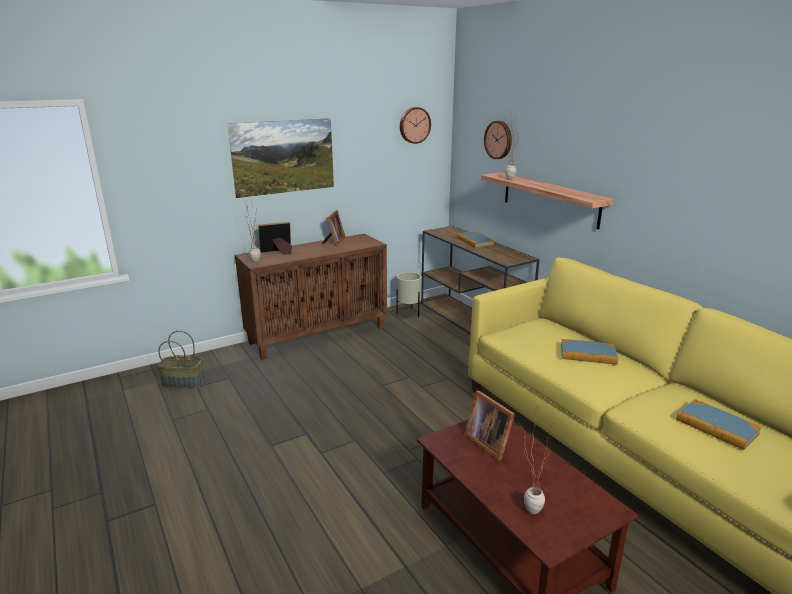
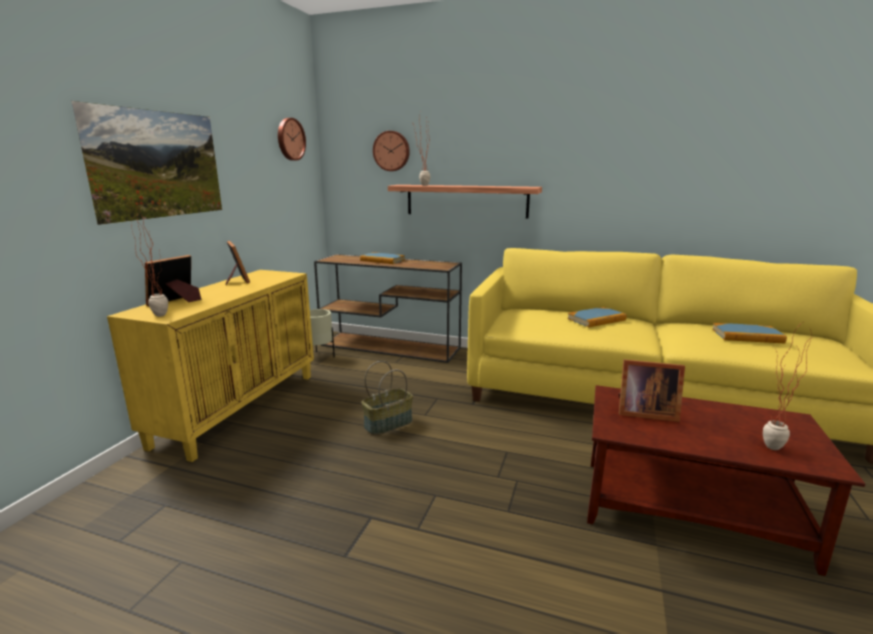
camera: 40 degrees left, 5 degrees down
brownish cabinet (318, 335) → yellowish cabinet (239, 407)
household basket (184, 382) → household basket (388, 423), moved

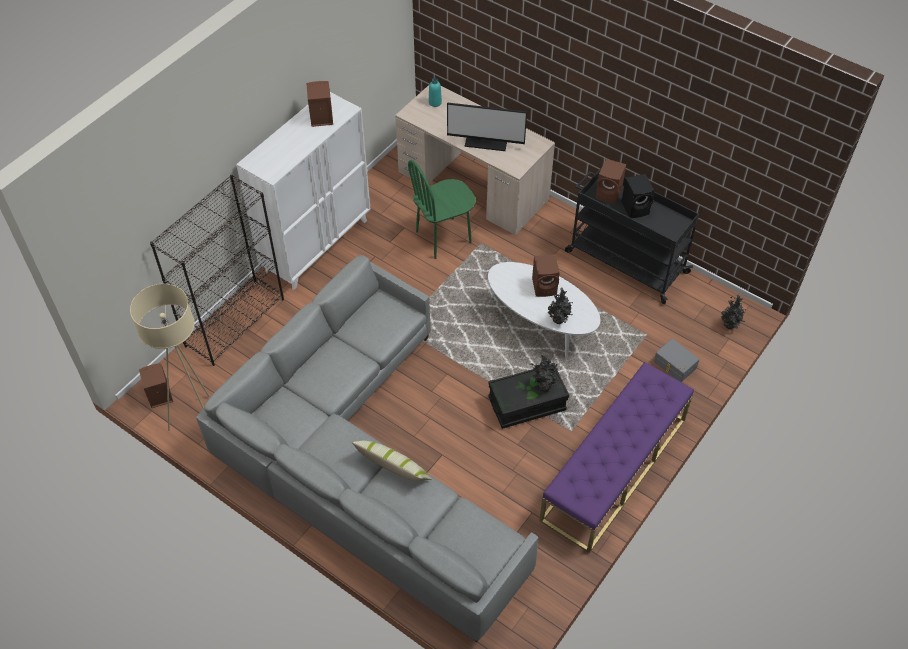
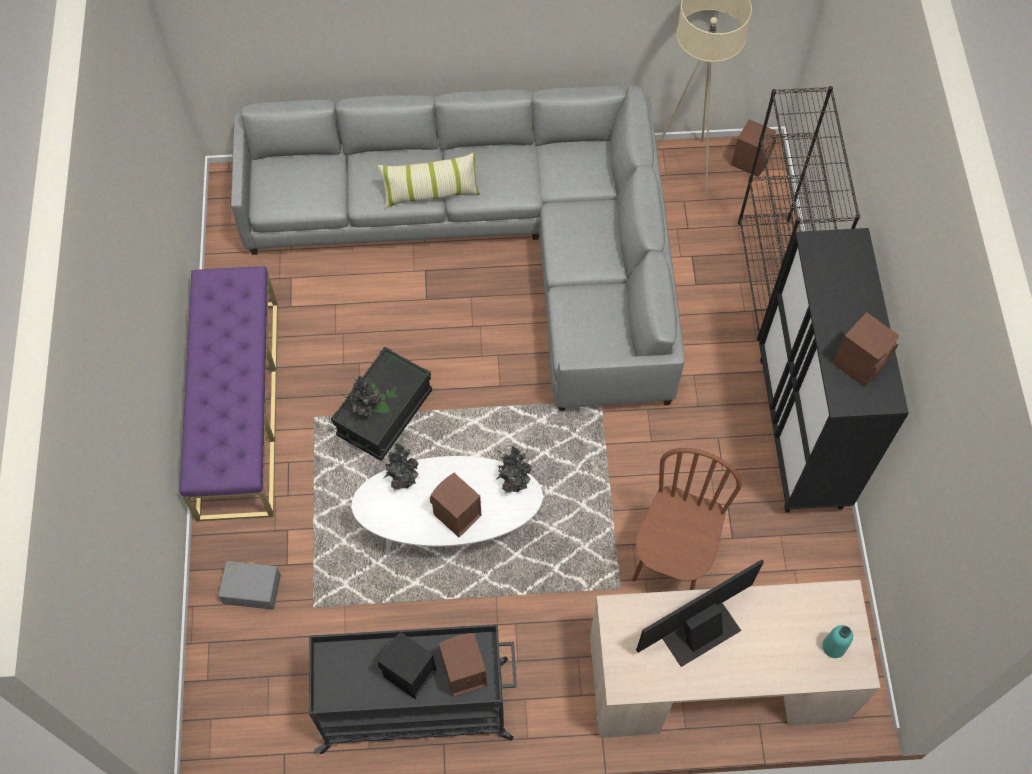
camera: 140 degrees right, 10 degrees up
whitish cabinet (317, 245) → black-coloured cabinet (800, 432)
green upright chair (443, 237) → brownish upright chair (672, 561)
plant in a pot (730, 326) → plant in a pot (513, 484), moved

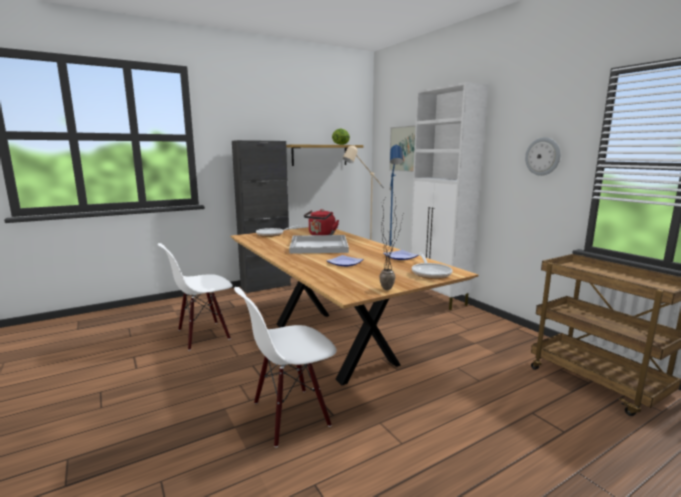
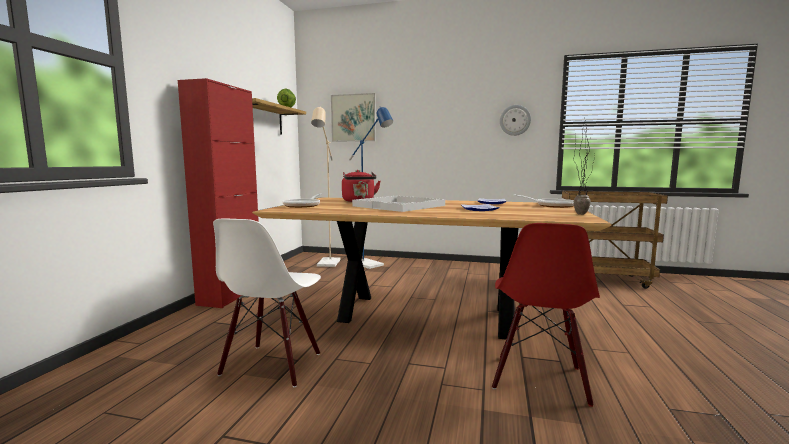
camera: 45 degrees left, 5 degrees down
whitish cabinet (438, 299) → -
black-coloured cabinet (265, 286) → red-coloured cabinet (231, 295)
whitish upright chair (290, 415) → red-coloured upright chair (539, 379)

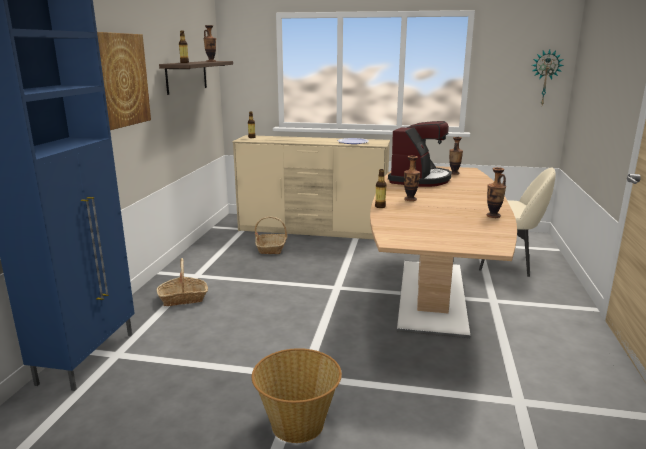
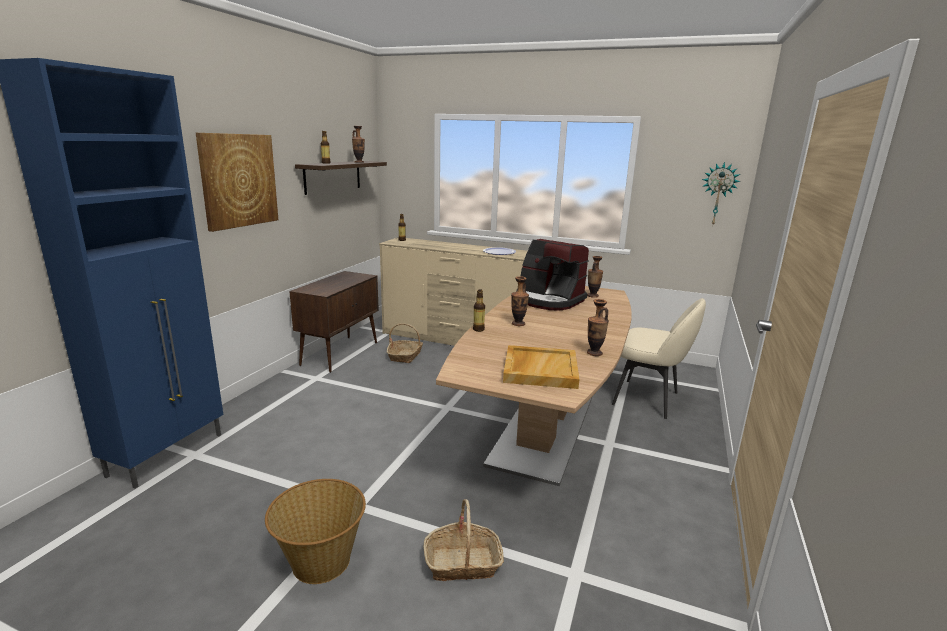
camera: 10 degrees right, 0 degrees up
coffee machine (420, 179) → coffee machine (548, 300), 90 degrees clockwise
household basket (183, 298) → household basket (463, 563), moved
- → brownish cabinet (340, 353)
- → beige carrying tray (539, 369)

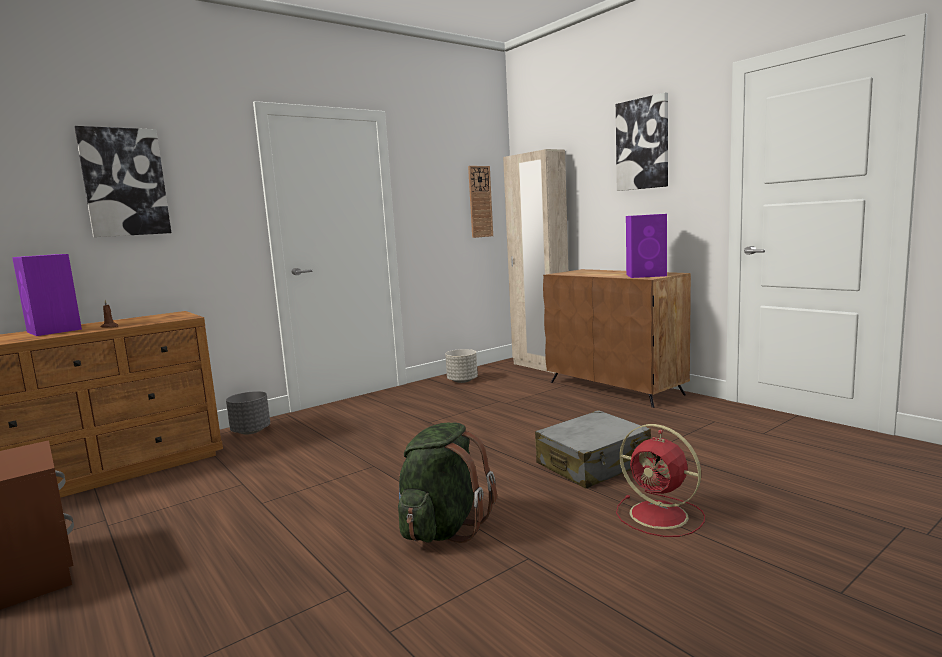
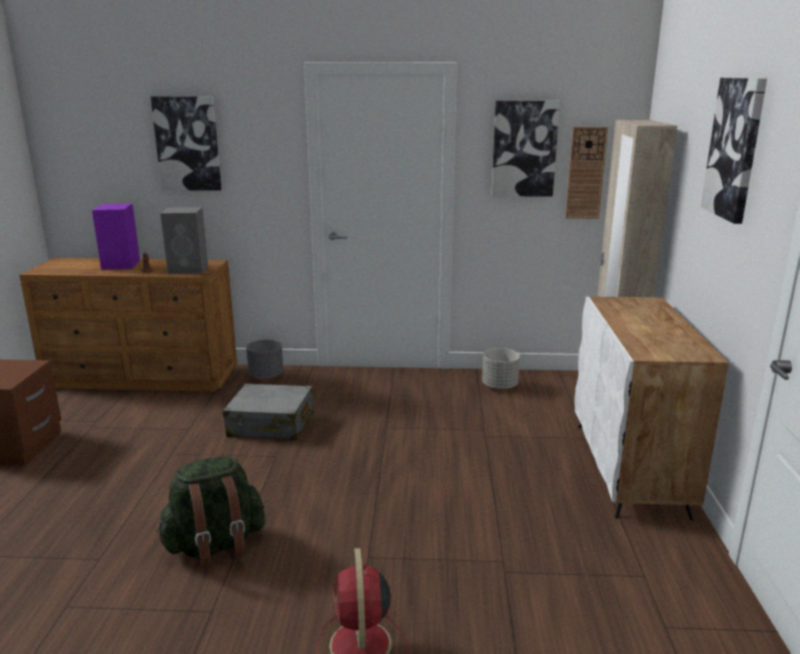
camera: 40 degrees right, 10 degrees up
purple speaker (647, 275) → -
brownish cabinet (615, 388) → whitish cabinet (630, 468)
gray travel case (593, 464) → gray travel case (271, 425), moved
- → picture (524, 149)
- → gray speaker (189, 269)

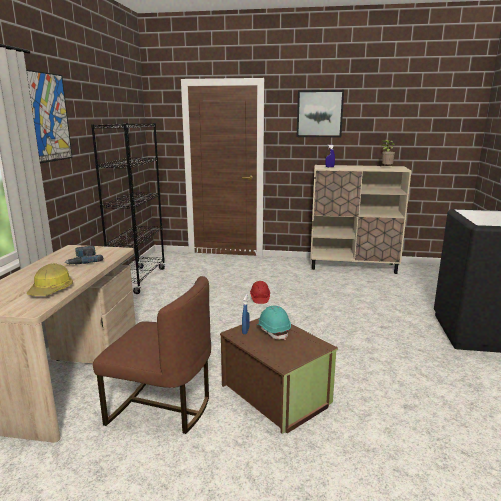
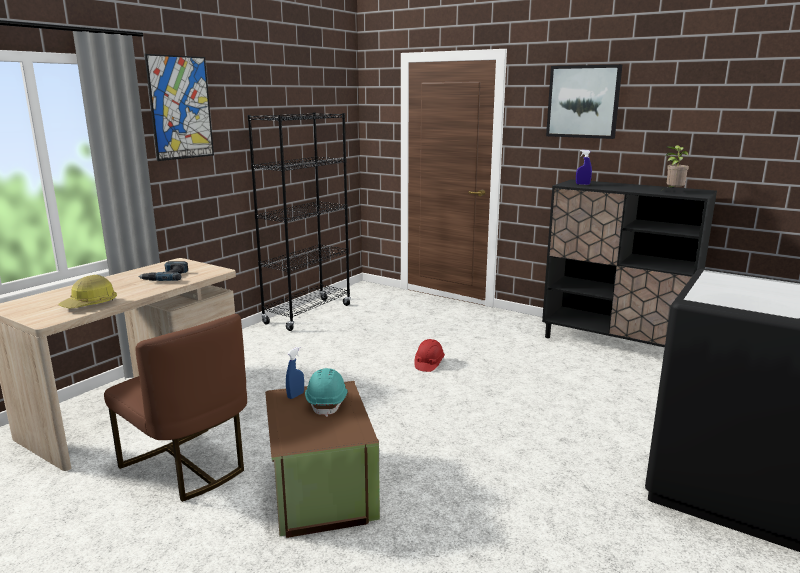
camera: 25 degrees right, 0 degrees up
beige cabinet (353, 266) → black-coloured cabinet (615, 343)

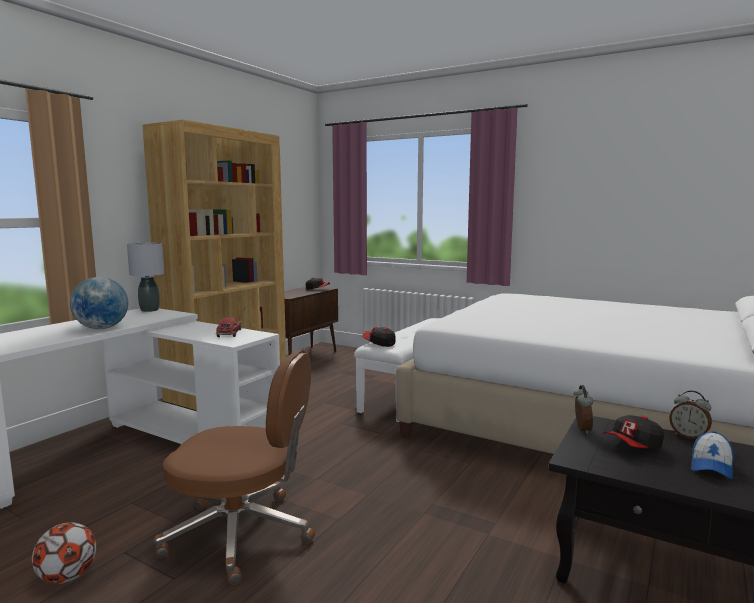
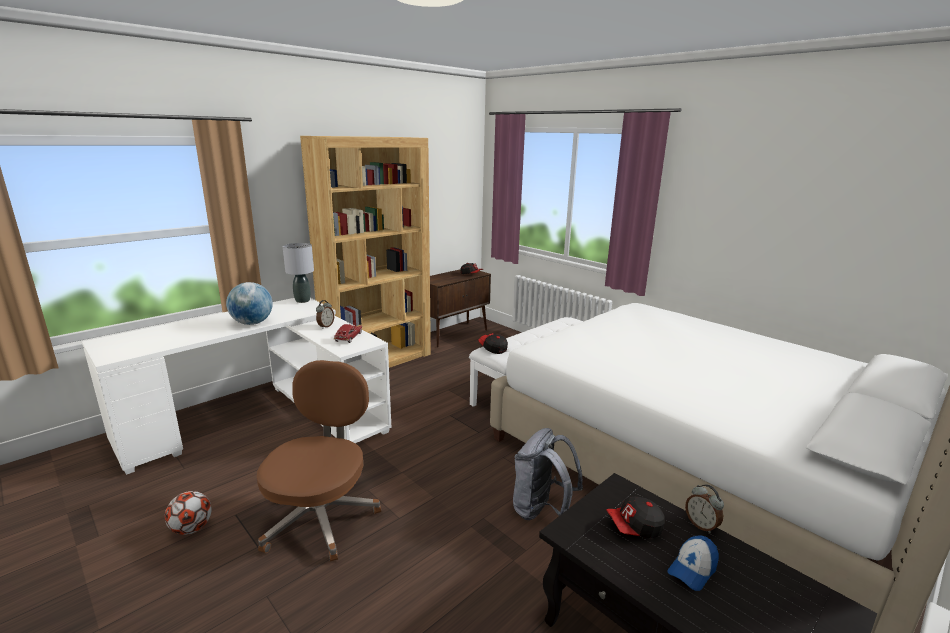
camera: 15 degrees right, 10 degrees up
brownish desk chair (242, 534) → brownish desk chair (321, 516), 105 degrees counterclockwise
alarm clock (581, 429) → alarm clock (325, 326), moved
- → gray knapsack (541, 510)

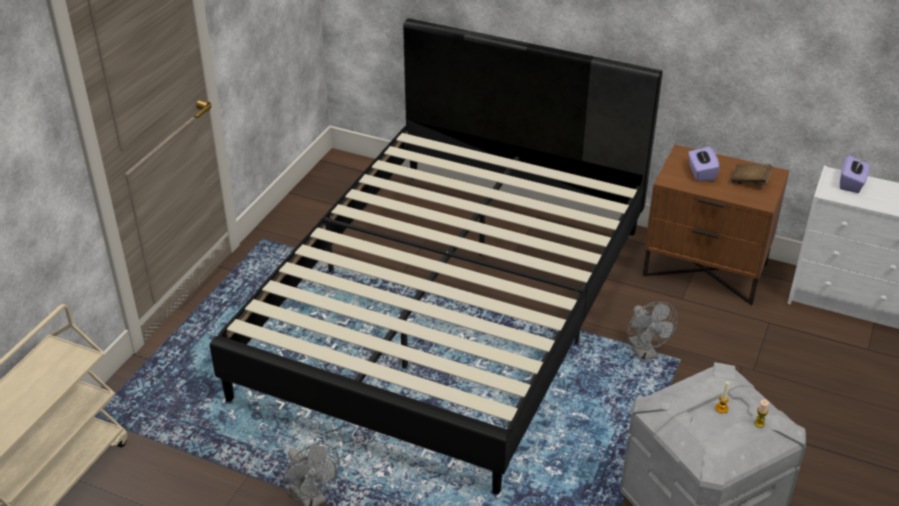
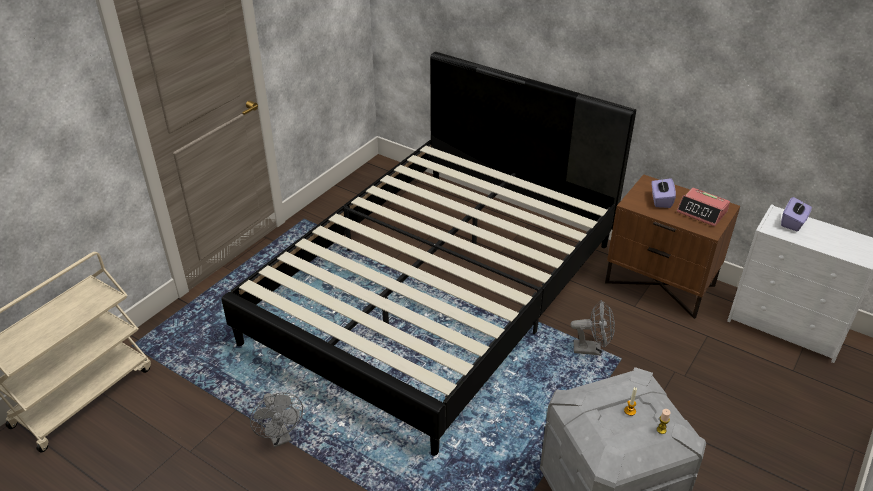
camera: 10 degrees right, 0 degrees up
brownish bound book (749, 182) → alarm clock (702, 212)
gray electric fan (645, 353) → gray electric fan (592, 349), 75 degrees counterclockwise

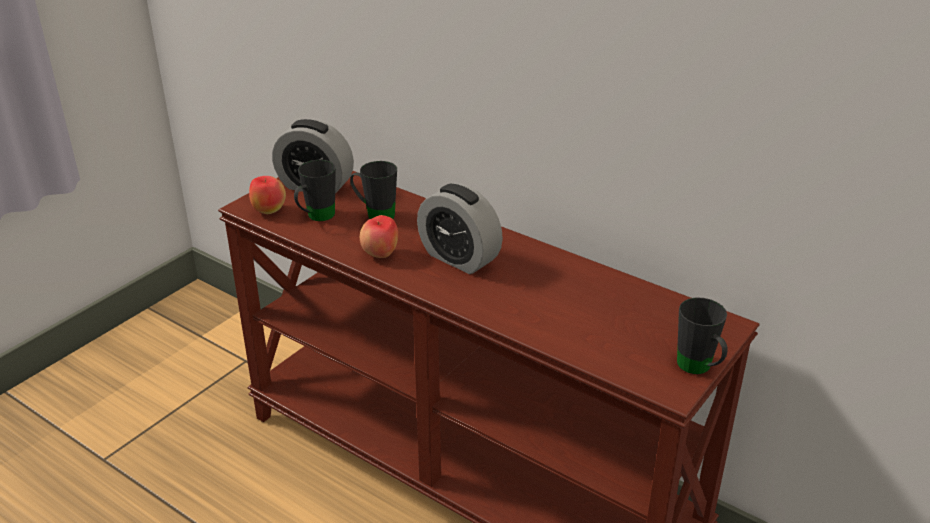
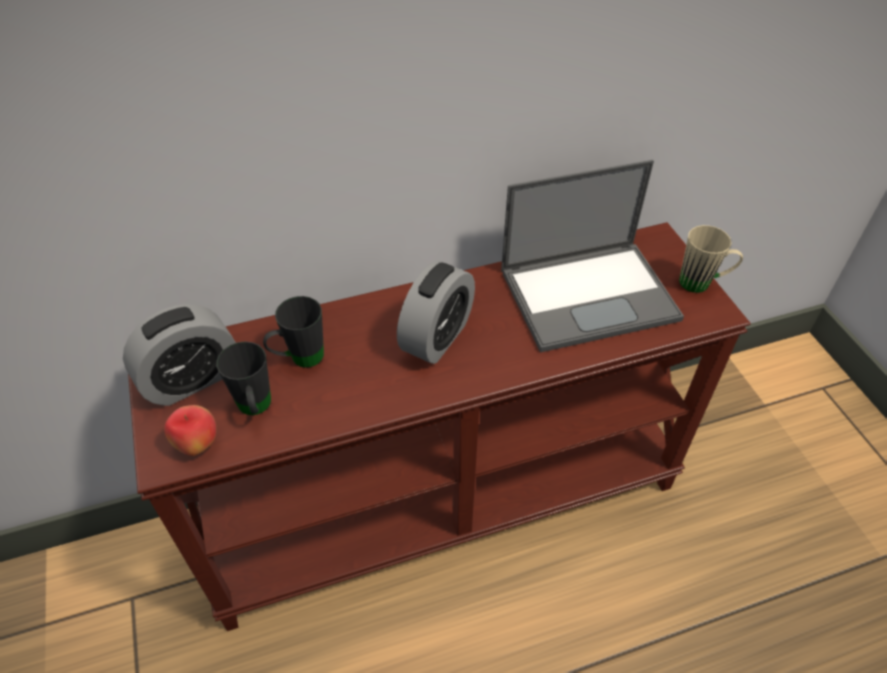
camera: 55 degrees left, 15 degrees up
alarm clock (459, 258) → alarm clock (437, 337), 45 degrees counterclockwise
whole apple (380, 255) → -
black-coloured coffee mug (699, 369) → beige coffee mug (702, 283)
- → notebook computer (590, 294)

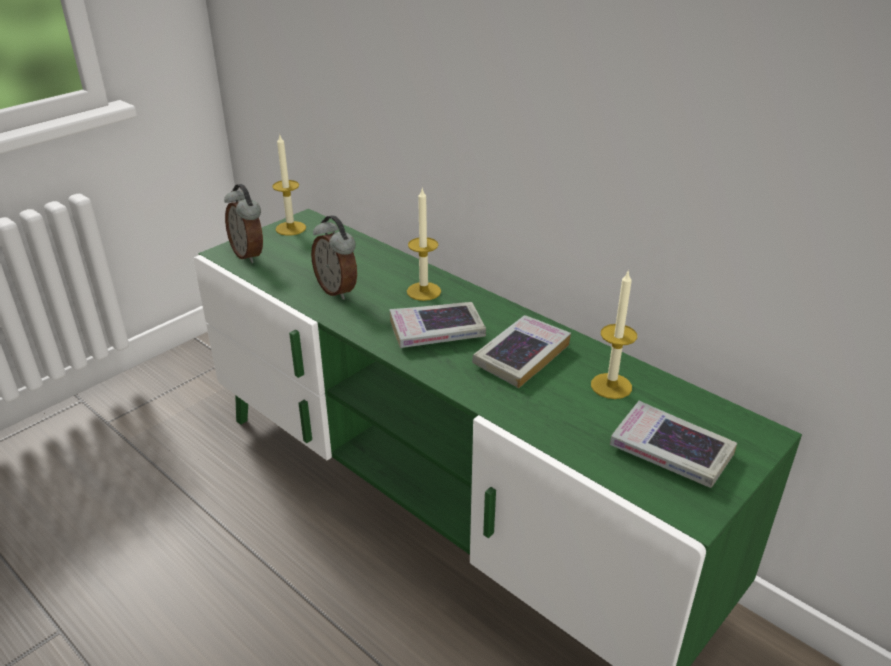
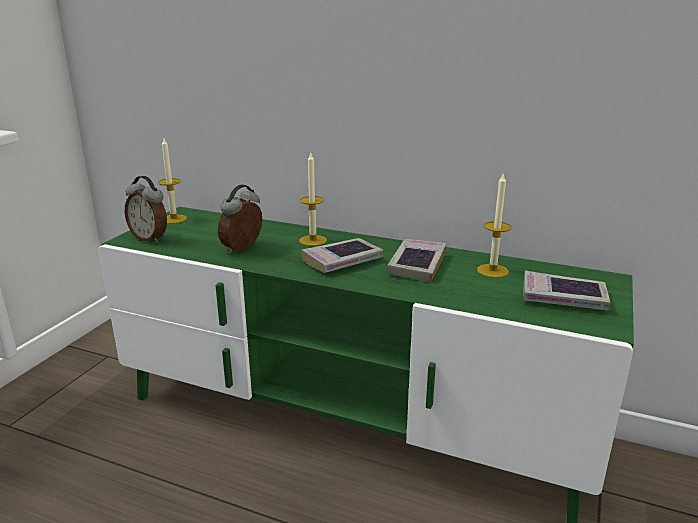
camera: 20 degrees left, 10 degrees down
alarm clock (338, 290) → alarm clock (243, 249), 90 degrees clockwise

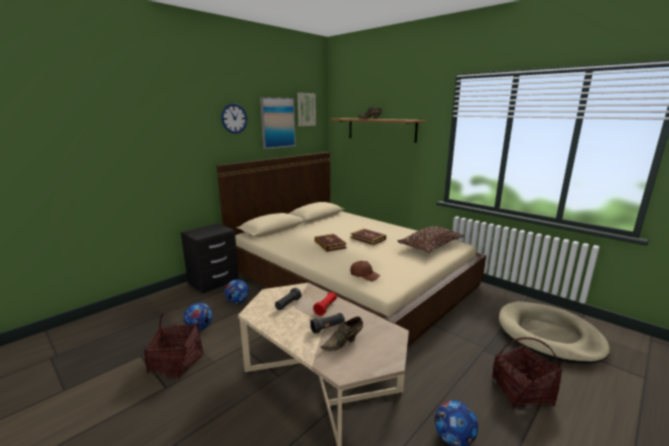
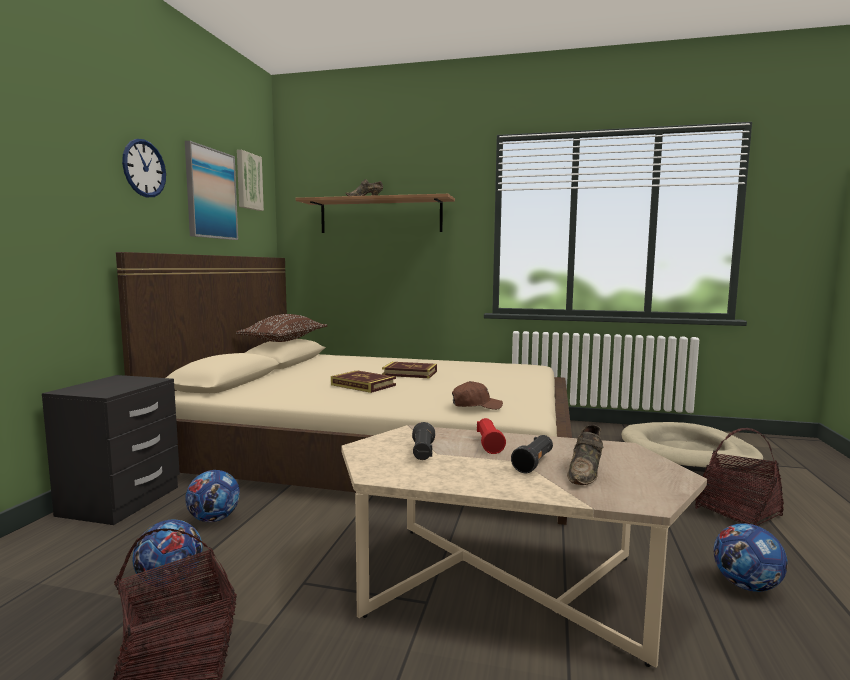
camera: 30 degrees left, 10 degrees down
brownish cushion (430, 246) → brownish cushion (285, 340), moved

